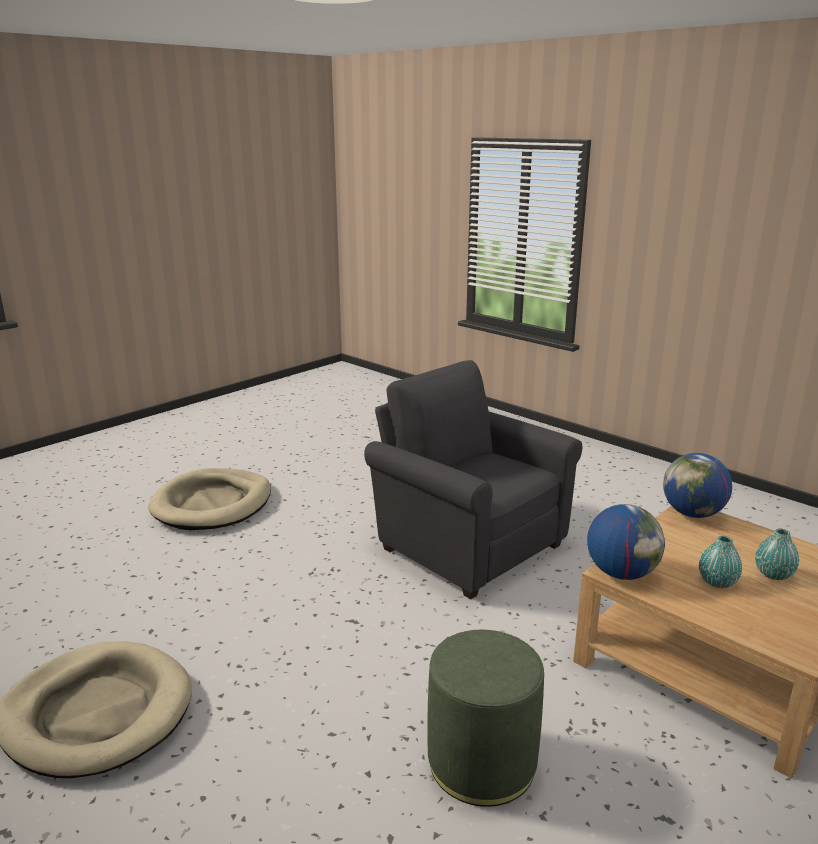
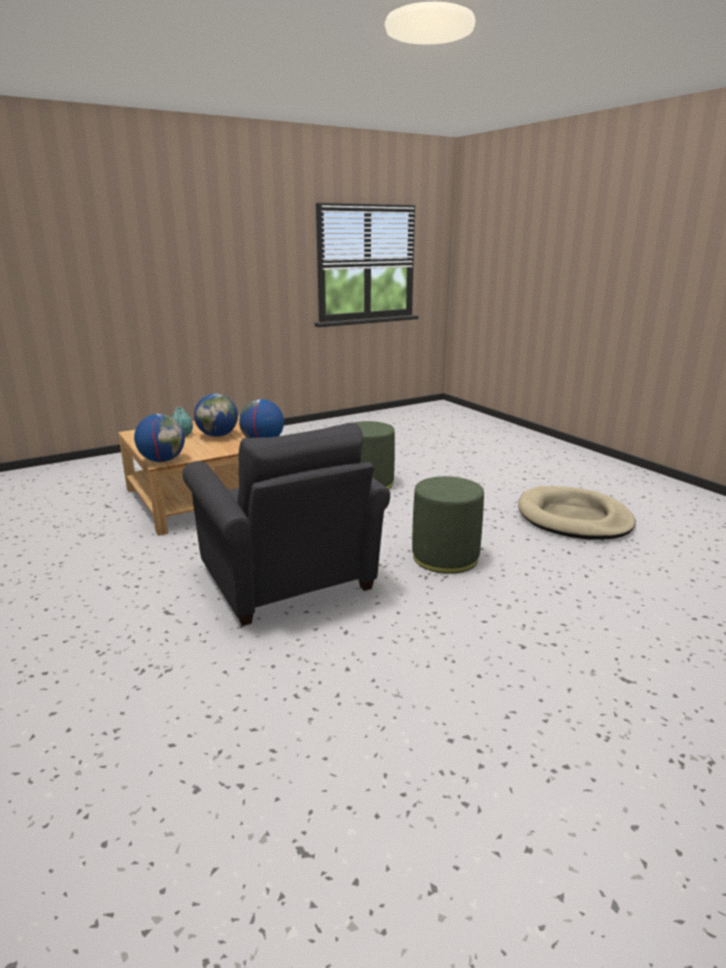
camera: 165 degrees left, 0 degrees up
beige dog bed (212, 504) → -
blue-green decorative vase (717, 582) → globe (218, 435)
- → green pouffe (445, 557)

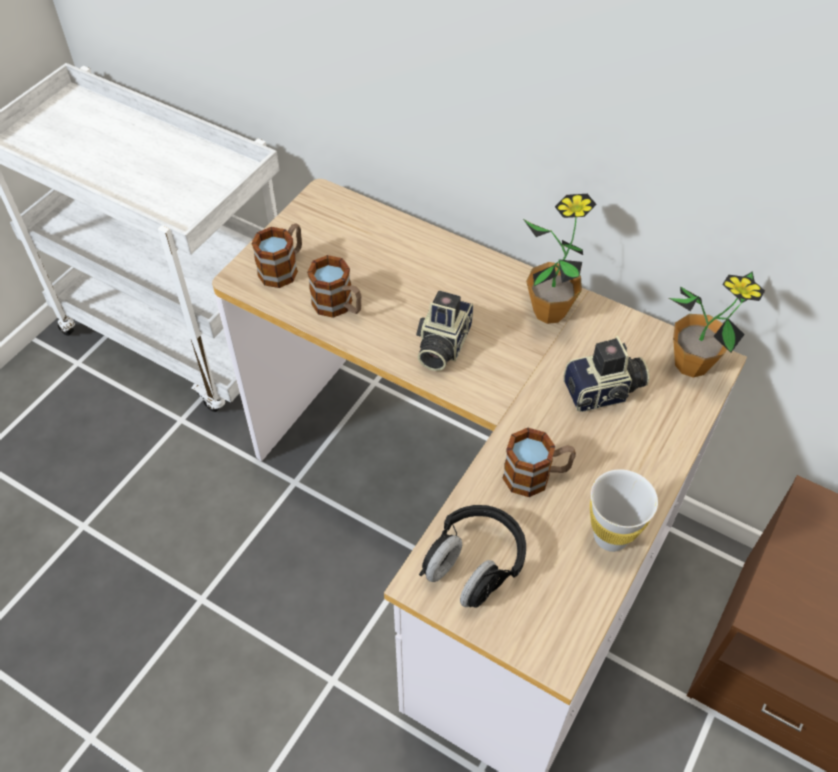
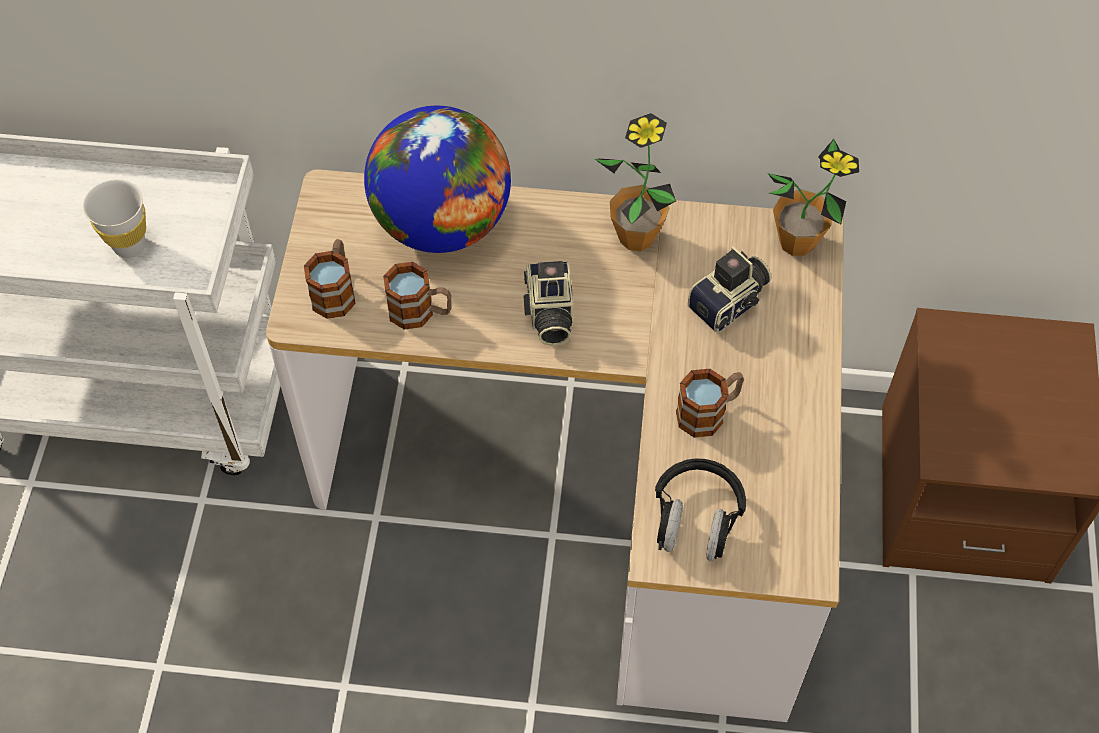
camera: 25 degrees left, 5 degrees up
whitish small cup (610, 536) → whitish small cup (129, 246), moved
- → globe (442, 224)

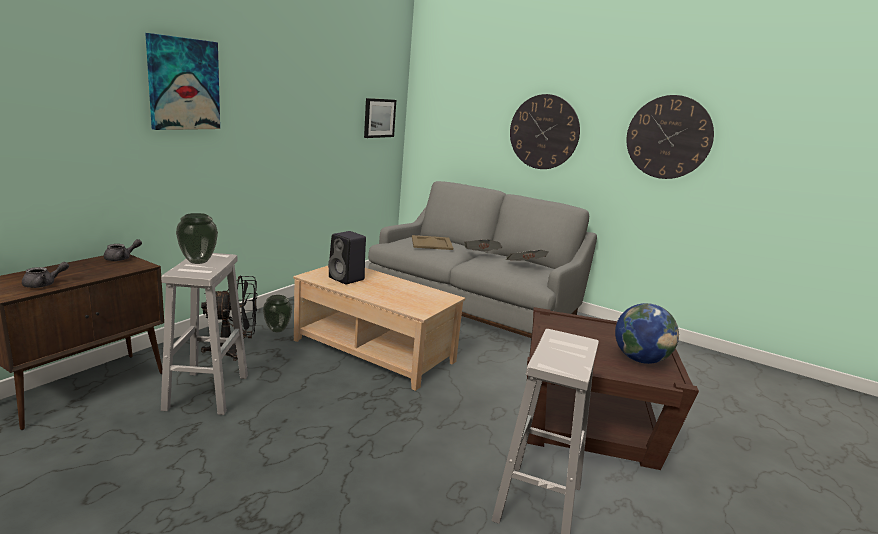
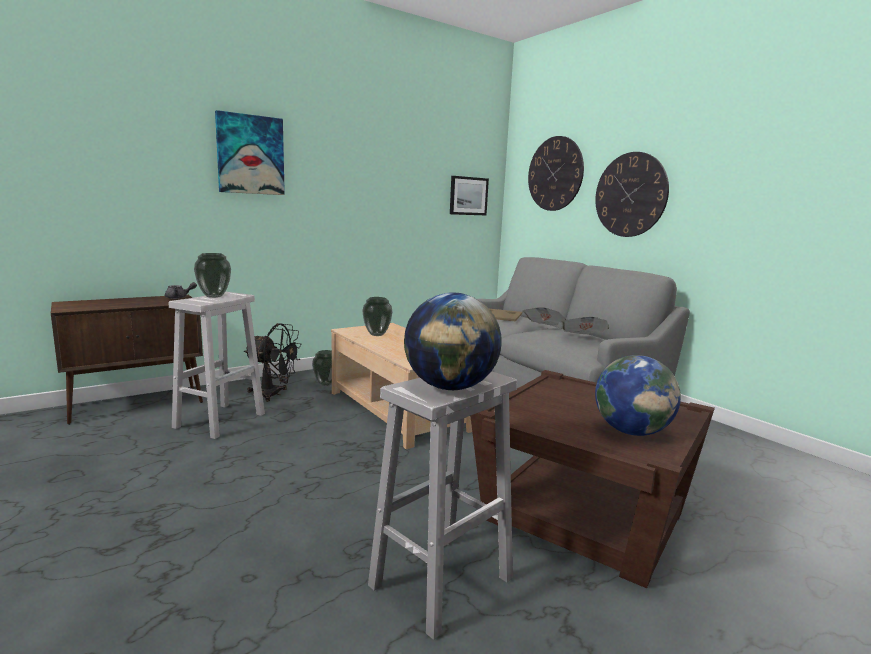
camera: 25 degrees right, 5 degrees down
clock on the wall (668, 137) → clock on the wall (555, 174), moved
black-coloured speaker (347, 279) → decorative vase (377, 334)
gray pot for tea (44, 284) → -
- → globe (450, 387)

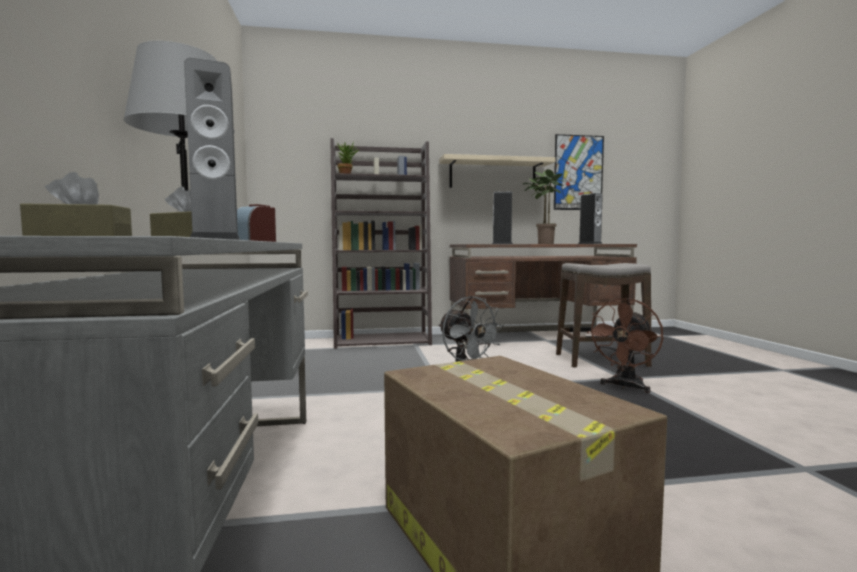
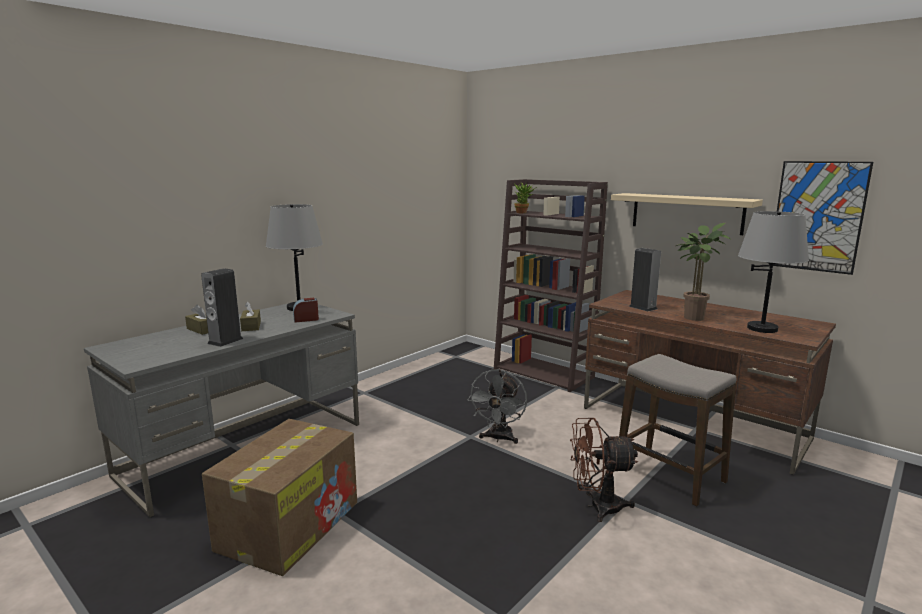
camera: 50 degrees right, 10 degrees up
speaker (590, 243) → gray tabletop lamp (762, 328)

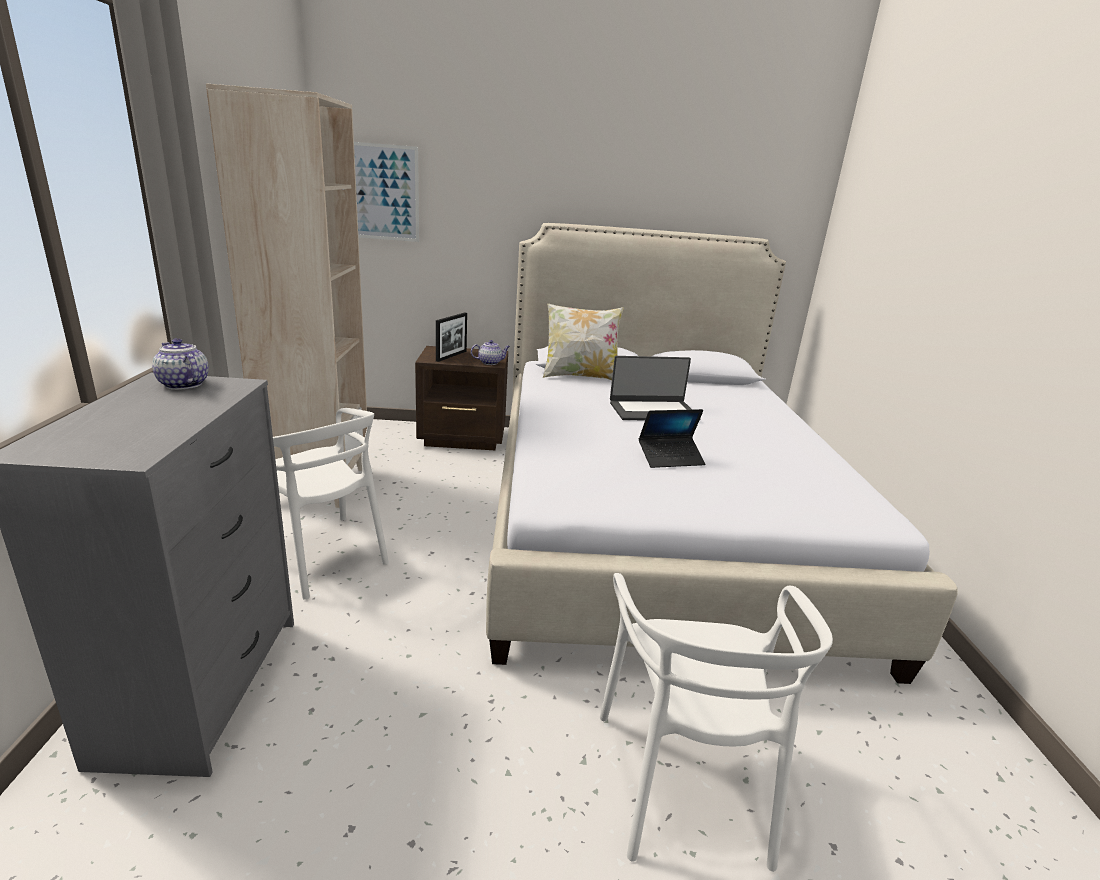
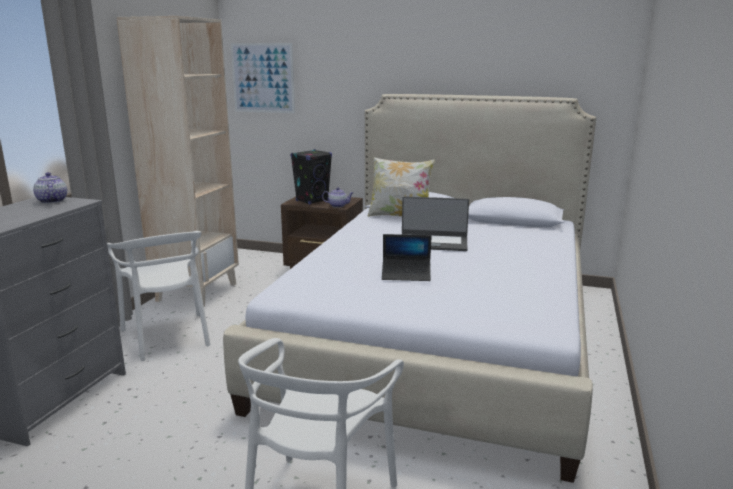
camera: 20 degrees right, 5 degrees down
standing frame (451, 356) → black-coloured speaker (312, 200)

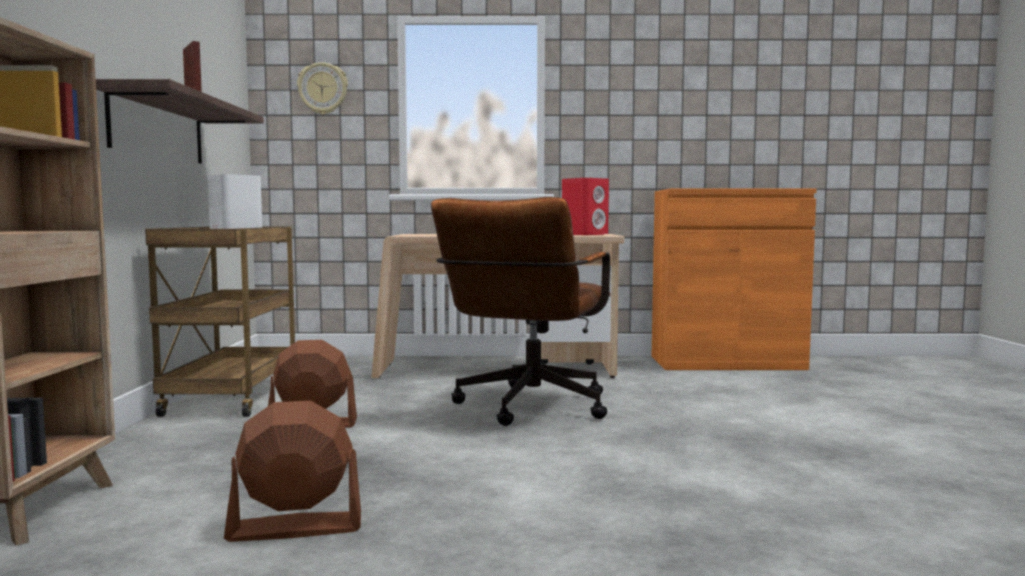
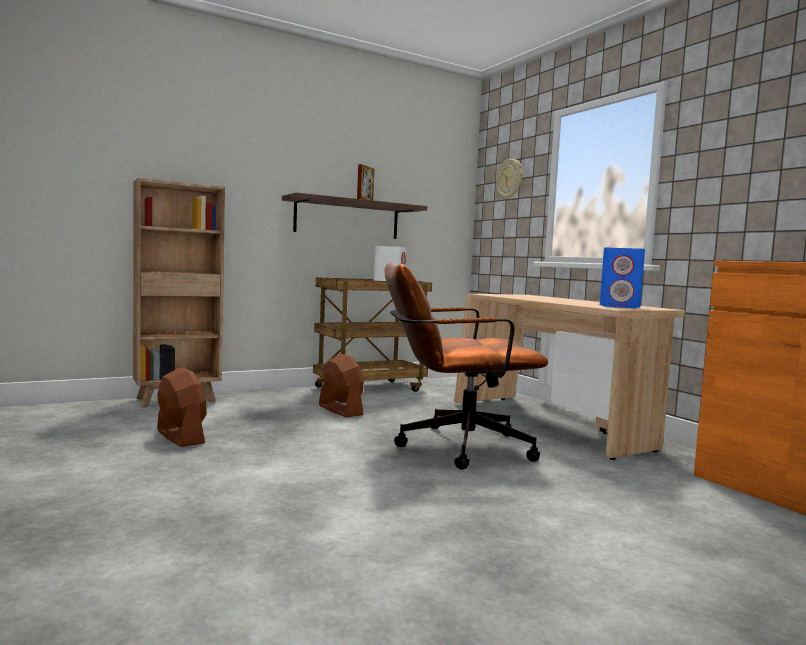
camera: 60 degrees right, 0 degrees up
red-coloured speaker (585, 234) → blue-coloured speaker (620, 306)

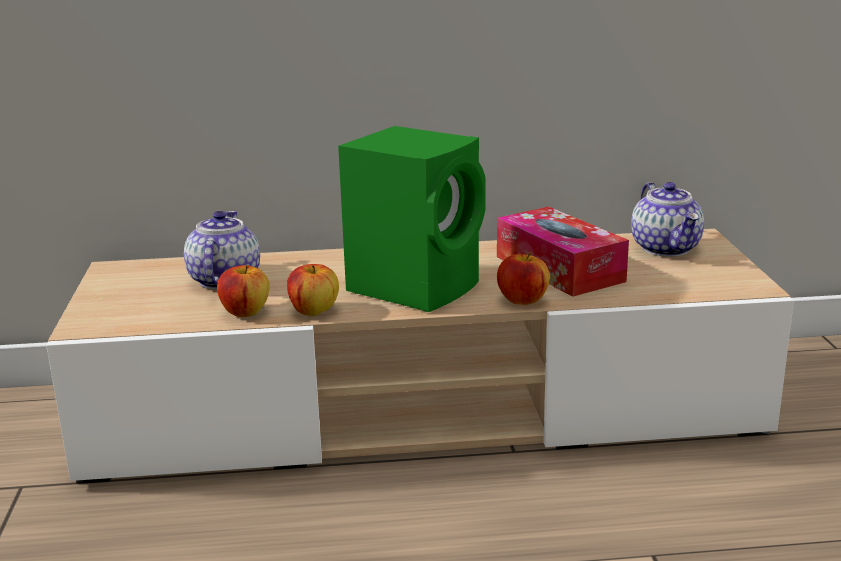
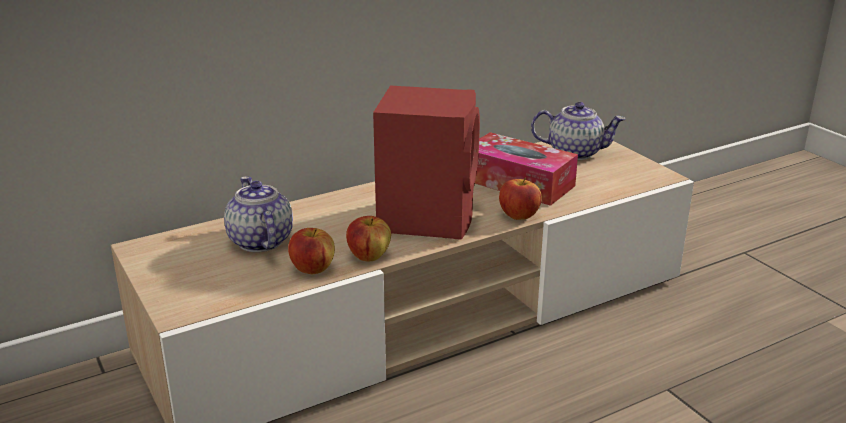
camera: 25 degrees left, 5 degrees up
green speaker (417, 286) → red-coloured speaker (427, 217)
pot for tea (667, 248) → pot for tea (575, 152), 45 degrees counterclockwise

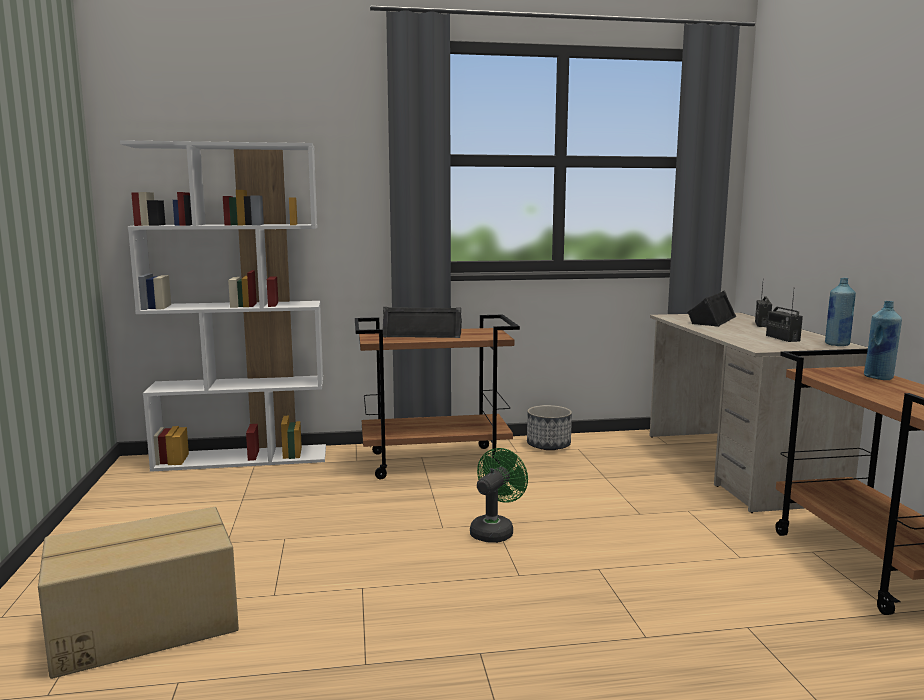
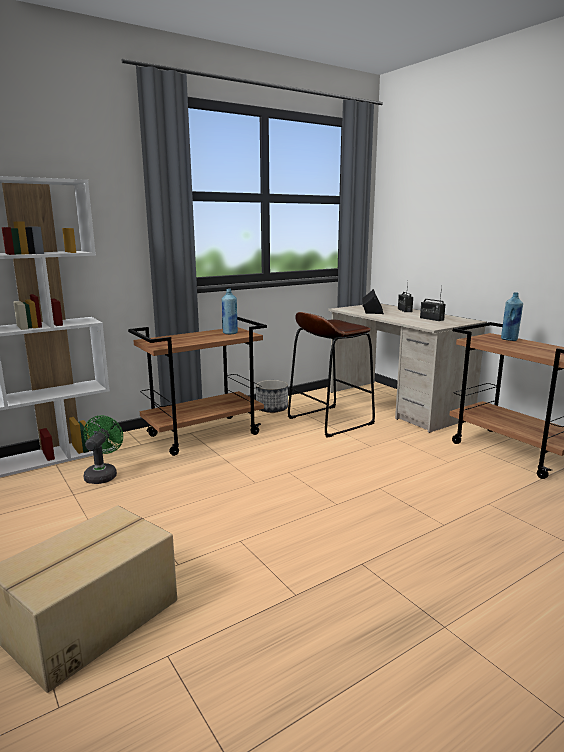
camera: 25 degrees left, 5 degrees up
blue-coloured beverage bottle (837, 344) → blue-coloured beverage bottle (230, 333), moved
black-coloured speaker (422, 334) → -
green electric fan (495, 530) → green electric fan (103, 474), moved
- → brownish stool seat (330, 421)

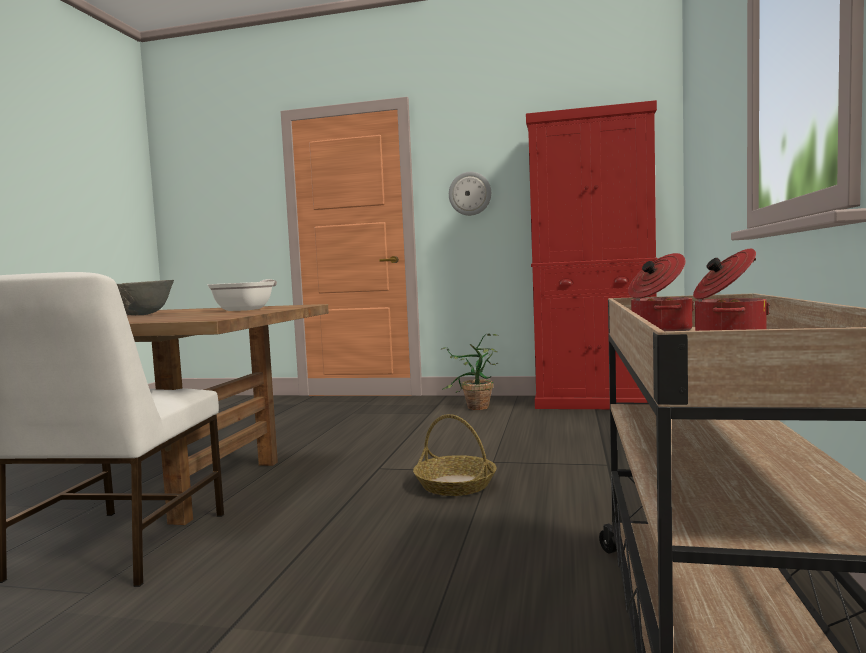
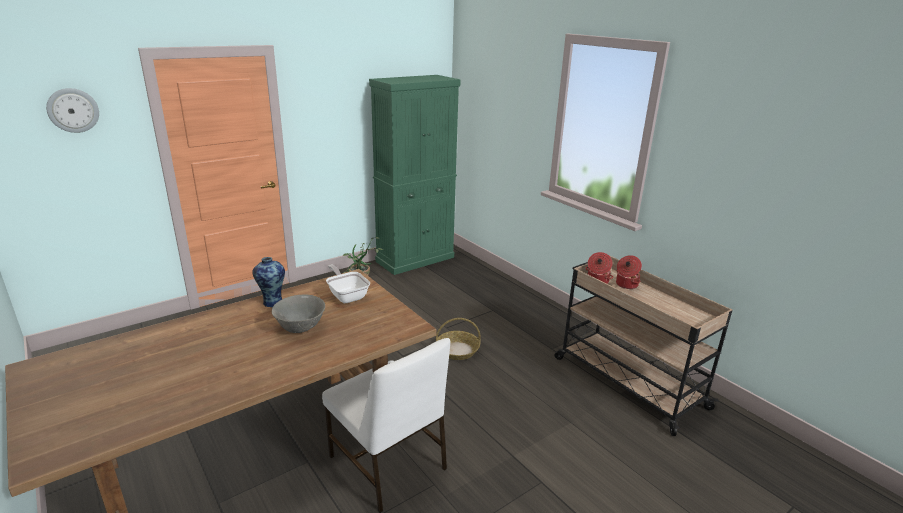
camera: 50 degrees left, 20 degrees up
red-coloured cabinet (595, 402) → green cabinet (415, 259)
clock on the wall (470, 193) → clock on the wall (73, 110), moved
- → decorative vase (272, 302)

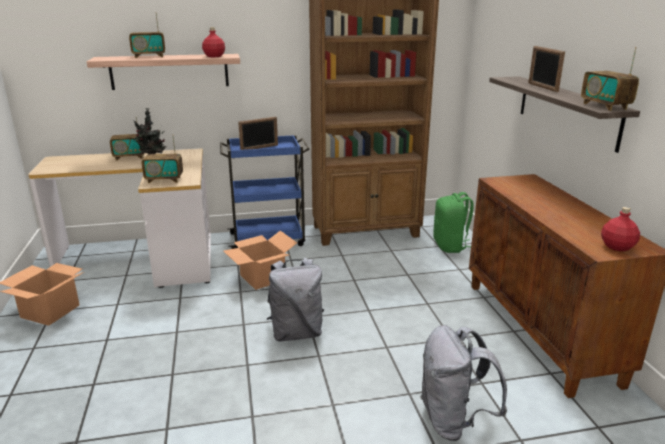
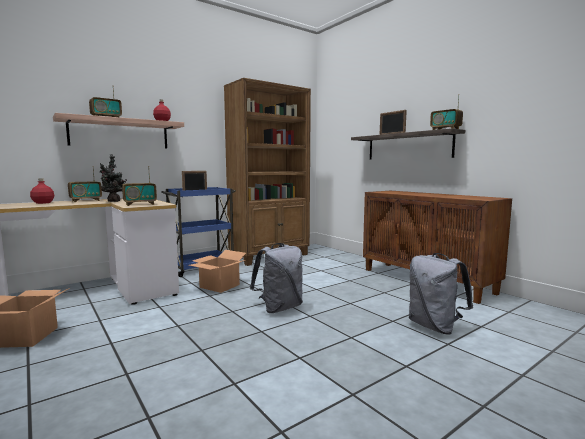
camera: 25 degrees left, 15 degrees down
green knapsack (450, 246) → -
red-coloured beverage bottle (616, 247) → red-coloured beverage bottle (42, 203), moved

